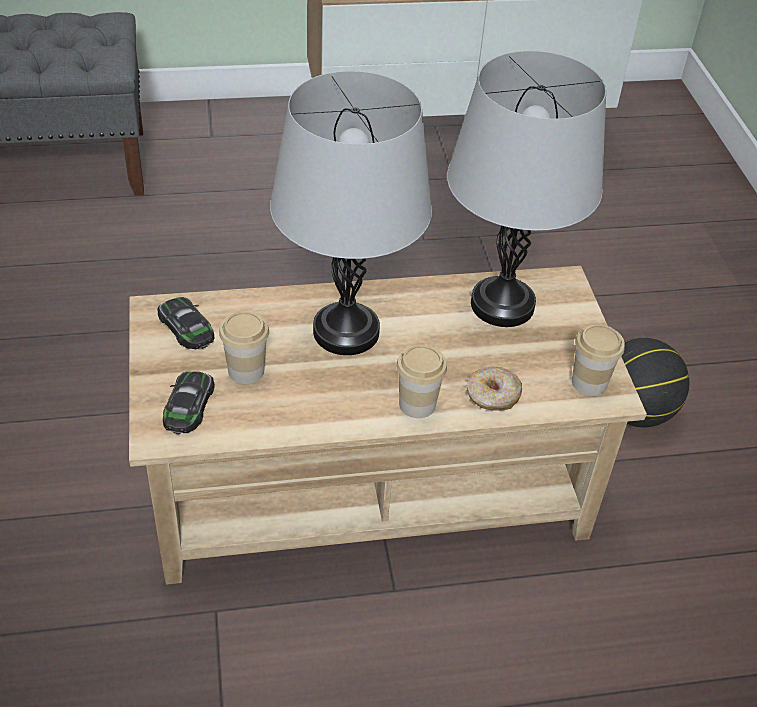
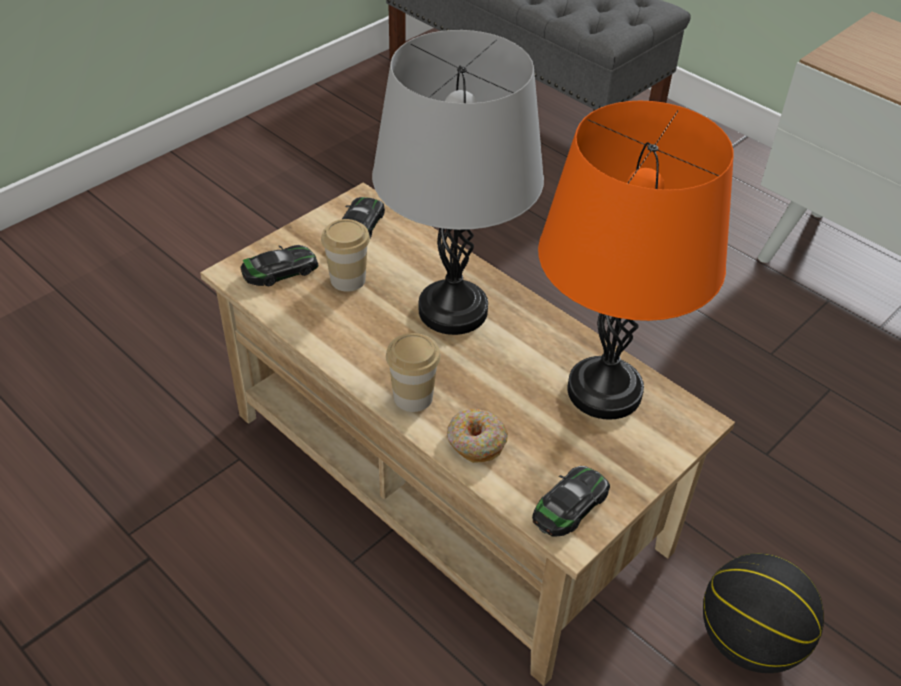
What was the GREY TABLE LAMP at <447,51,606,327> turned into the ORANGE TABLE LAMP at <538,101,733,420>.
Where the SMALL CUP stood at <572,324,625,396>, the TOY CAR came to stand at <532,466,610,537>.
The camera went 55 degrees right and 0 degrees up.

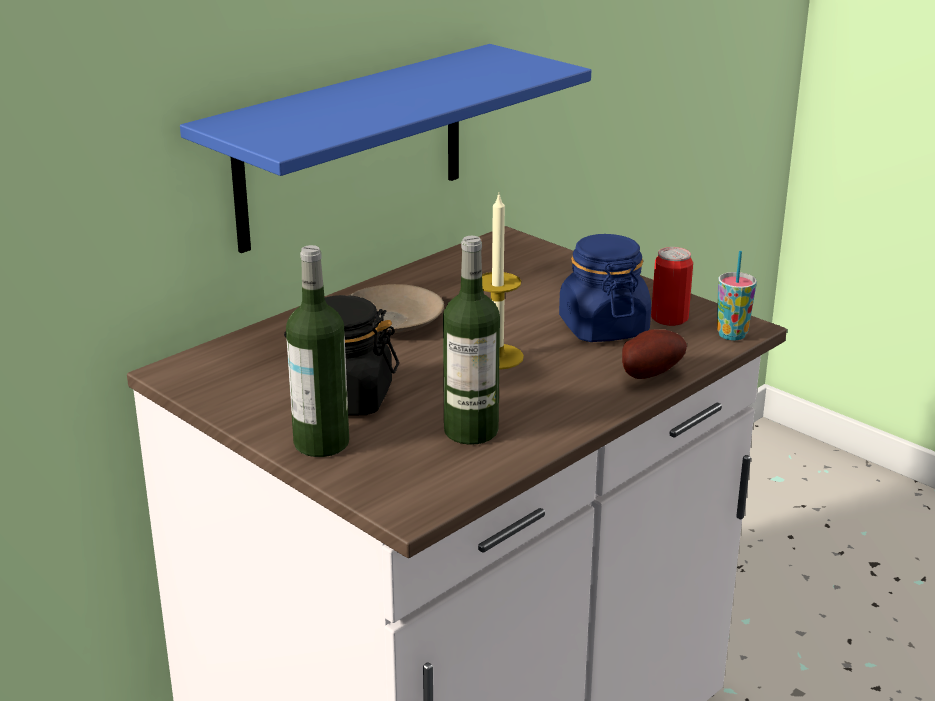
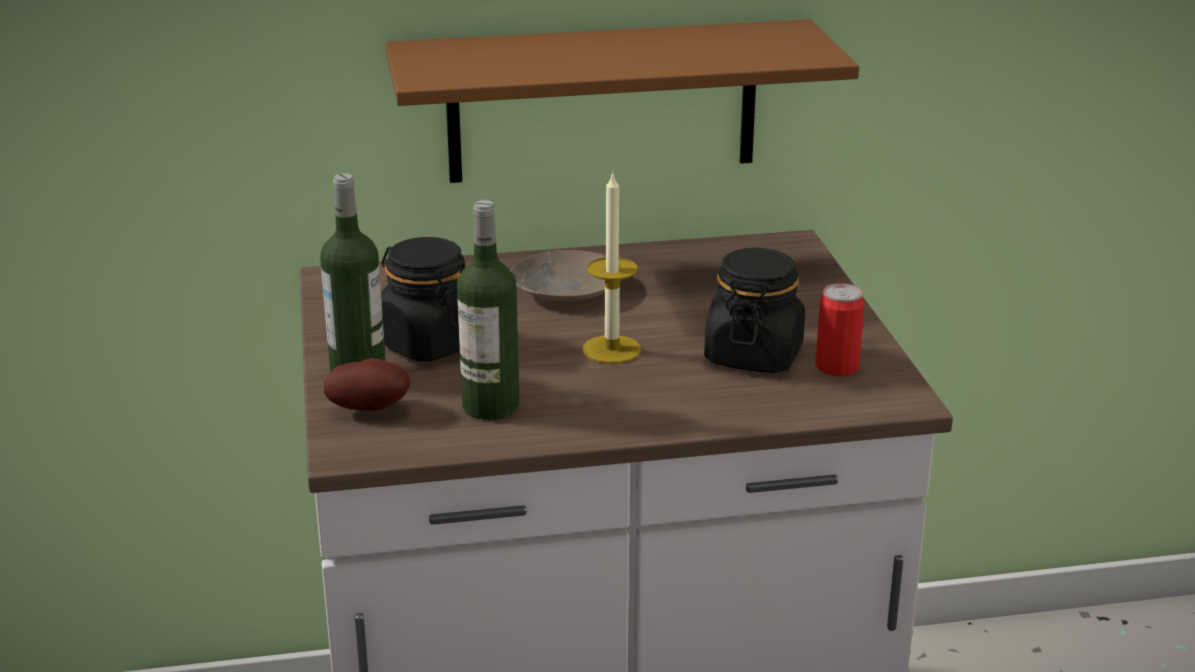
What was the BLUE-COLOURED WALL SHELF at <180,44,591,253> turned into the BROWN-COLOURED WALL SHELF at <386,20,859,183>.
What was the BLUE-COLOURED JAR at <559,234,651,342> turned into the BLACK JAR at <704,248,805,373>.
The second view lost the SMALL CUP at <717,251,757,341>.
The SPUD ended up elsewhere, having gone from <622,329,687,379> to <324,358,410,411>.
The camera went 35 degrees right and 0 degrees up.

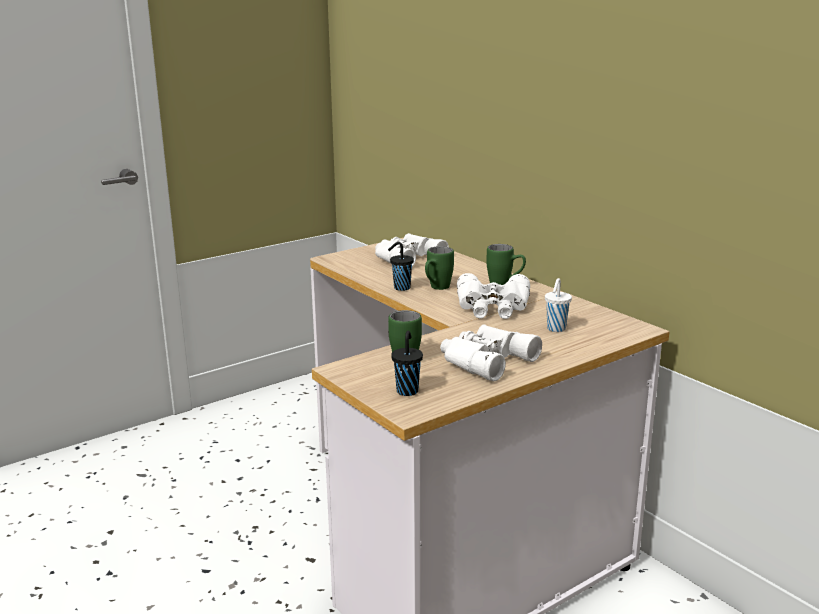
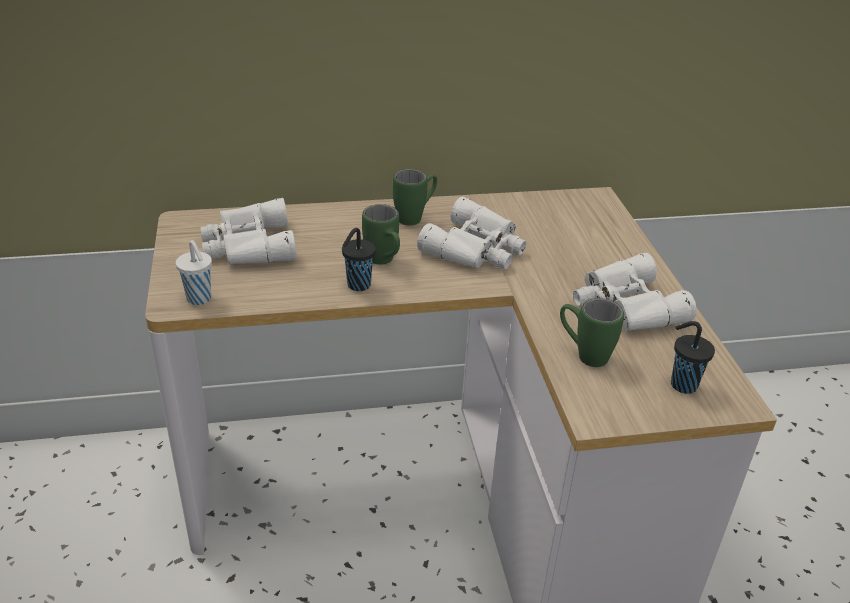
The WHITE-COLOURED SMALL CUP ended up elsewhere, having gone from <545,278,572,332> to <176,240,212,305>.
The camera went 65 degrees left and 15 degrees up.

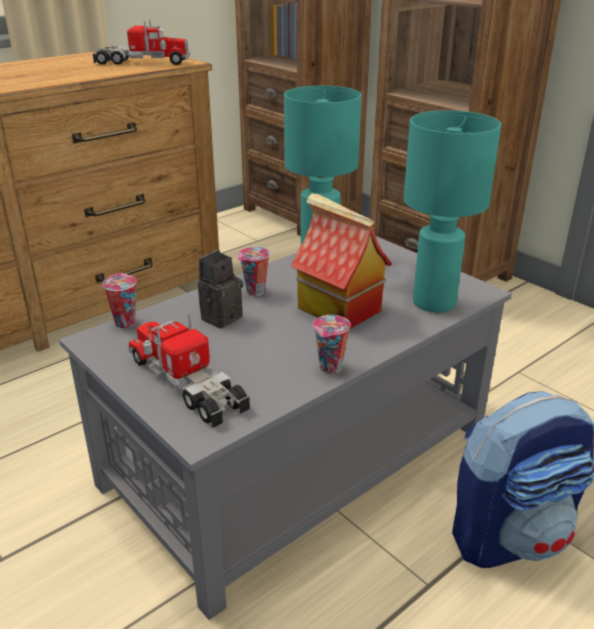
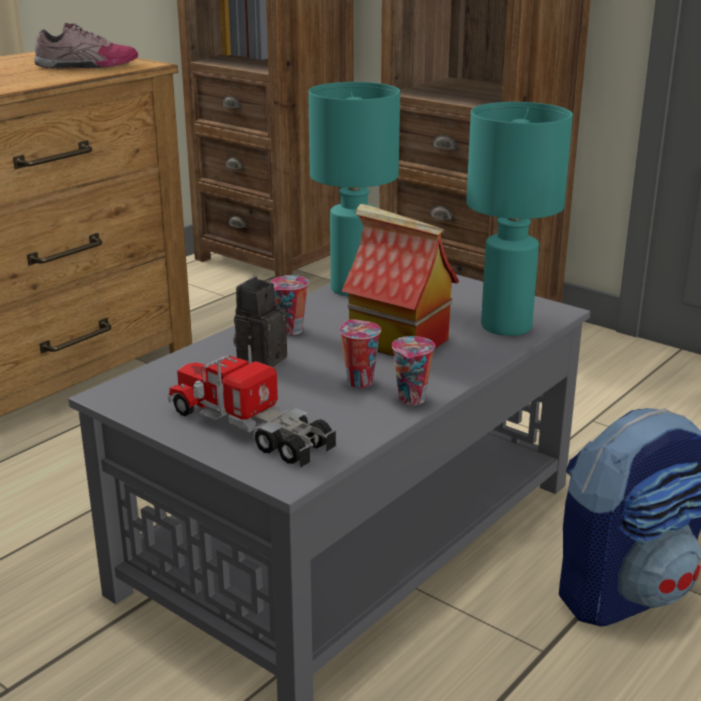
Where the TOY LORRY stood at <92,19,190,65>, the LOW SHOE came to stand at <34,23,138,69>.
The SMALL CUP ended up elsewhere, having gone from <102,273,137,328> to <339,319,381,388>.
The camera went 10 degrees left and 5 degrees down.

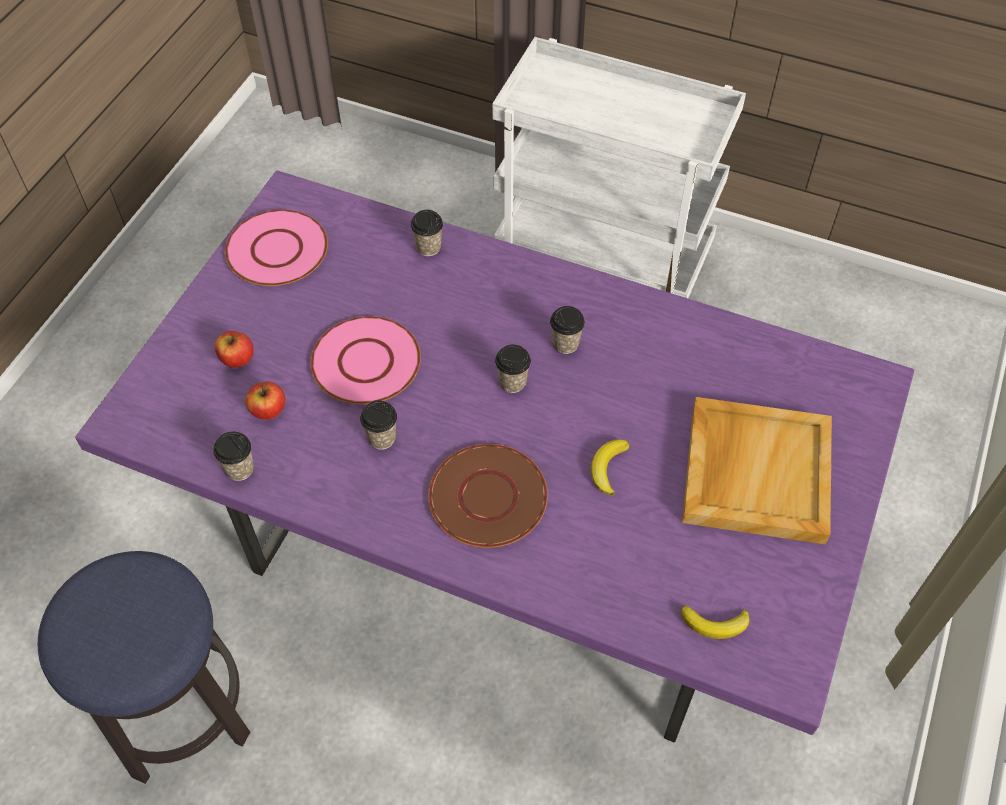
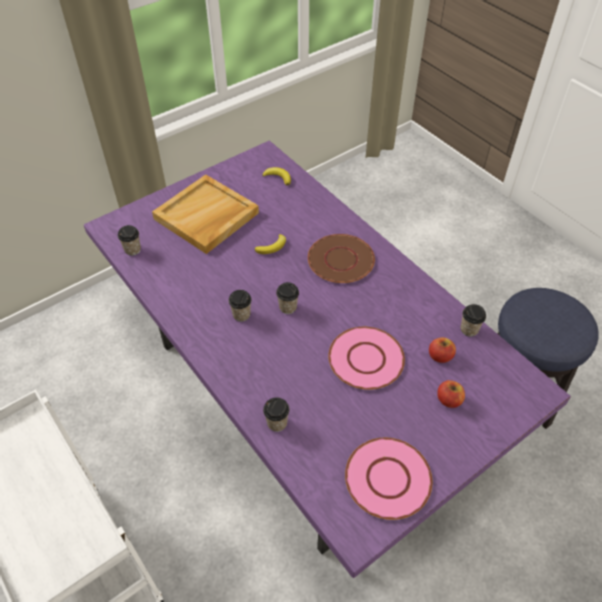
The SMALL CUP ended up elsewhere, having gone from <360,401,397,450> to <118,225,141,256>.
The camera went 150 degrees left and 5 degrees down.

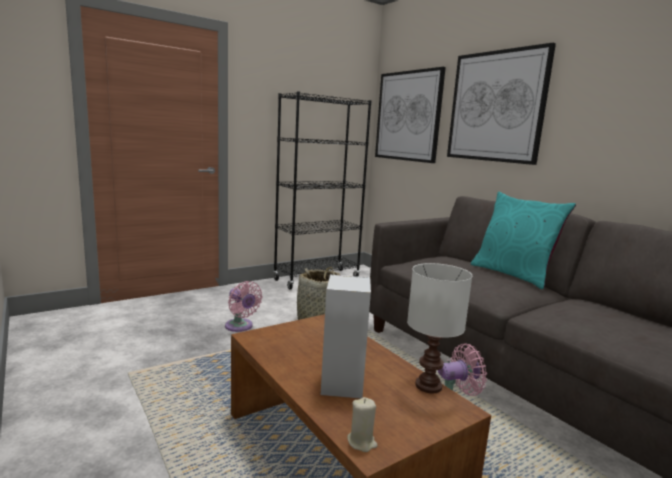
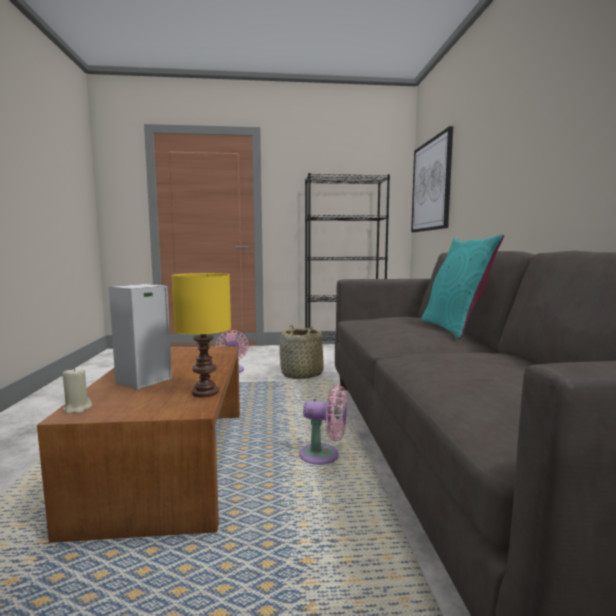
The second view lost the WALL ART at <447,43,556,165>.
What was the WHITE-COLOURED TABLE LAMP at <407,263,472,394> turned into the YELLOW-COLOURED TABLE LAMP at <171,273,231,397>.
The camera went 30 degrees right and 5 degrees down.

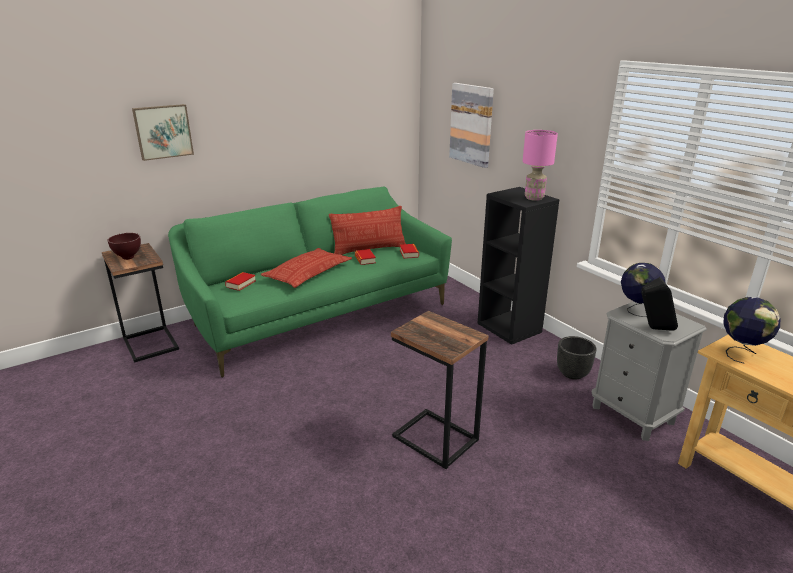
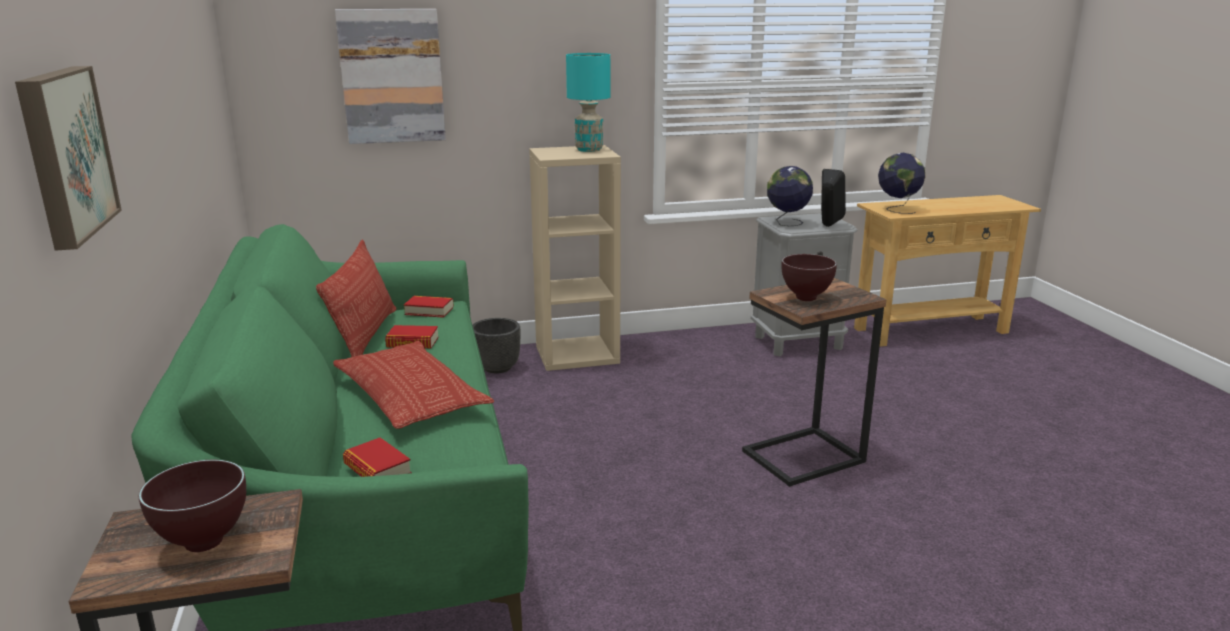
What was the PINKISH TABLE LAMP at <523,130,558,201> turned into the BLUE-GREEN TABLE LAMP at <566,53,610,152>.
What was the BLACK BOOKCASE at <477,187,559,345> turned into the BEIGE-COLOURED BOOKCASE at <529,145,621,371>.
The BLACK FLOWER POT ended up elsewhere, having gone from <557,336,597,380> to <473,318,520,373>.
The second view gained the BROWN-COLOURED DEEP DISH at <782,254,837,301>.
The camera went 70 degrees left and 5 degrees down.

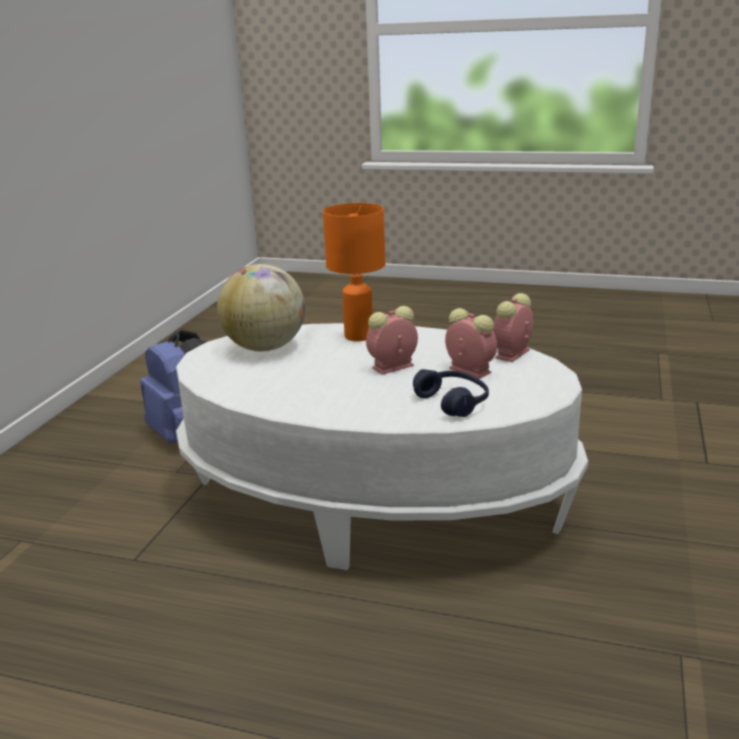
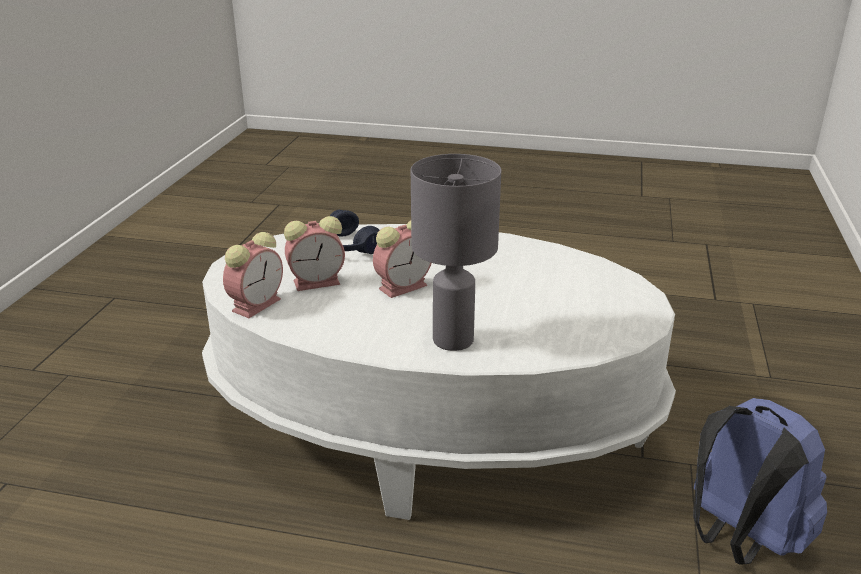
What was the ORANGE TABLE LAMP at <323,203,385,341> turned into the GREY TABLE LAMP at <411,154,501,351>.
The second view lost the WORLD GLOBE at <217,264,305,351>.
The BEDSIDE CLOCK at <445,308,497,379> ended up facing another way, 60 degrees counterclockwise from before.
The camera went 175 degrees right and 5 degrees up.

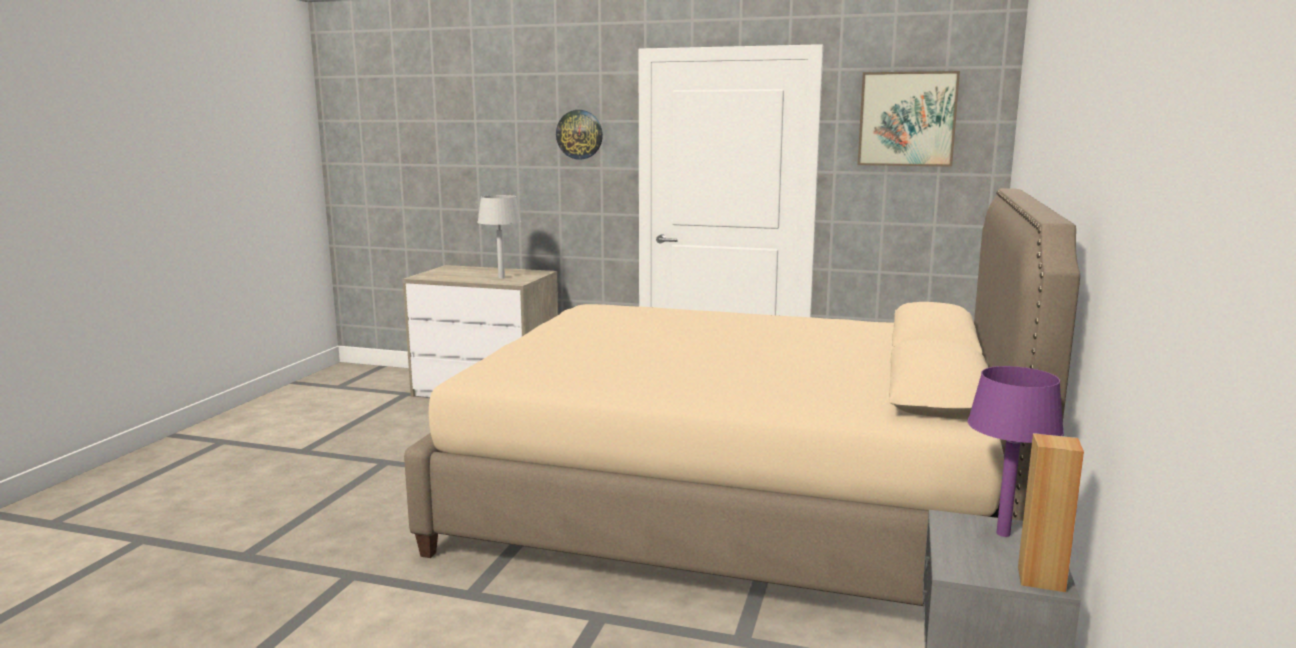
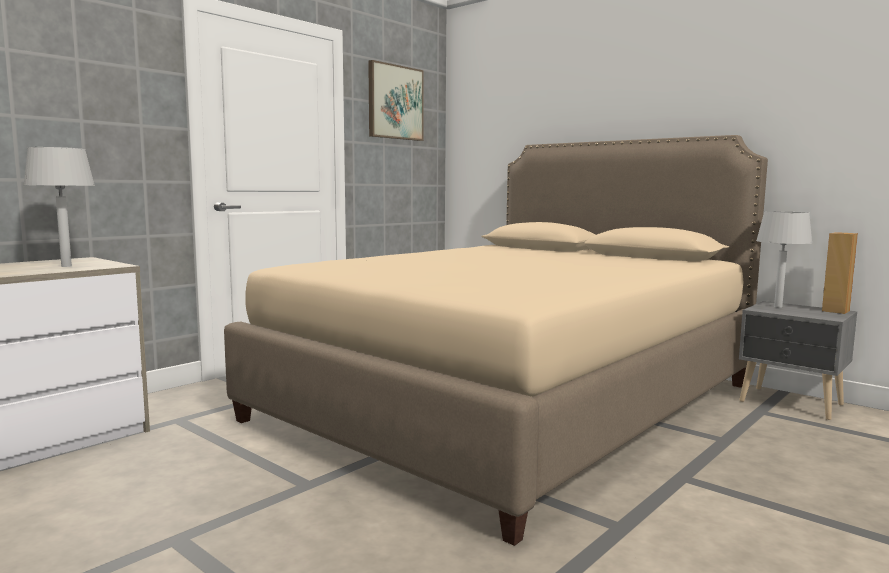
The second view lost the HANGING CLOCK at <556,110,603,159>.
What was the PURPLISH TABLE LAMP at <967,366,1064,537> turned into the GREY TABLE LAMP at <756,212,813,308>.
The camera went 65 degrees left and 5 degrees down.

